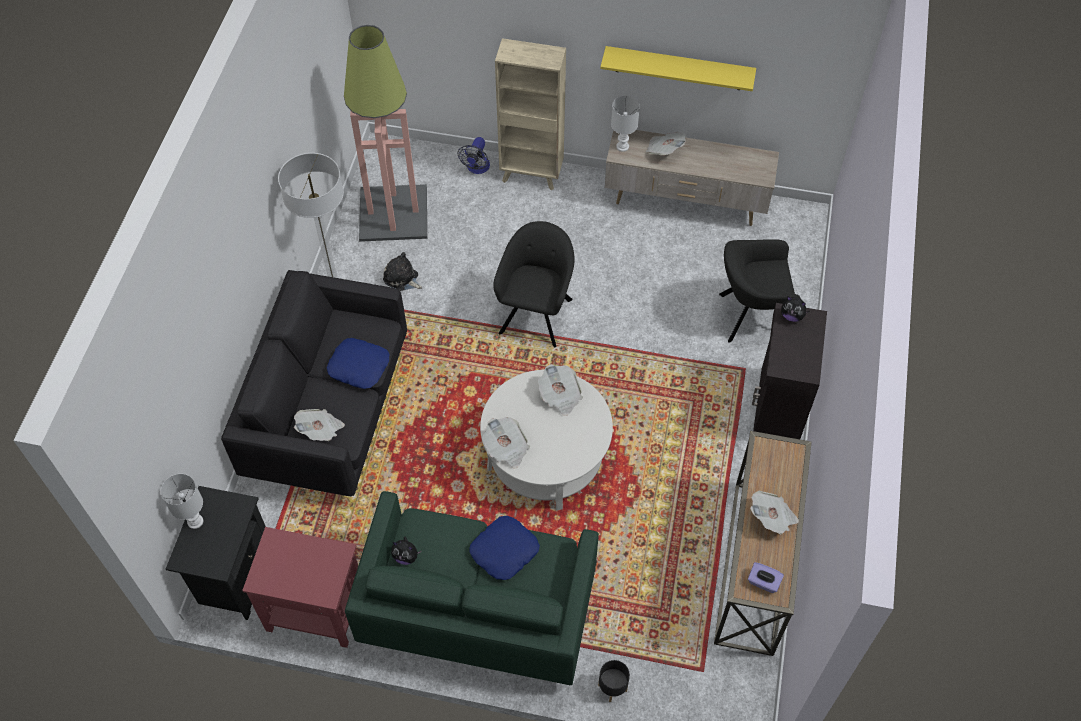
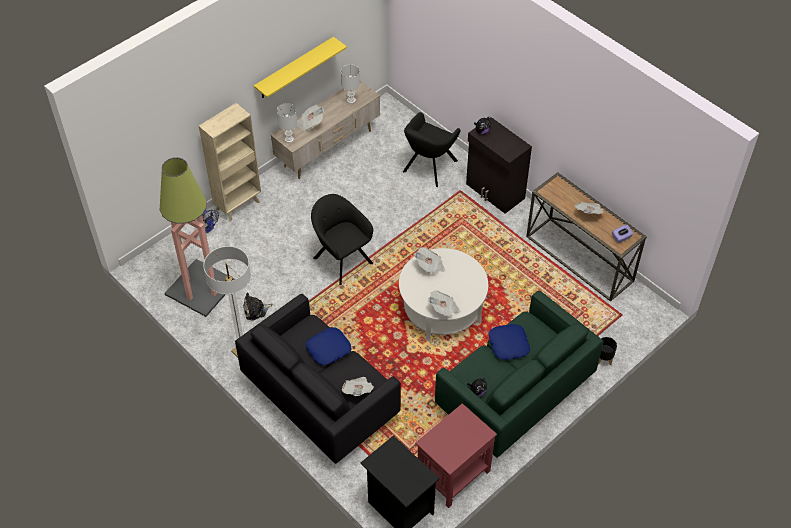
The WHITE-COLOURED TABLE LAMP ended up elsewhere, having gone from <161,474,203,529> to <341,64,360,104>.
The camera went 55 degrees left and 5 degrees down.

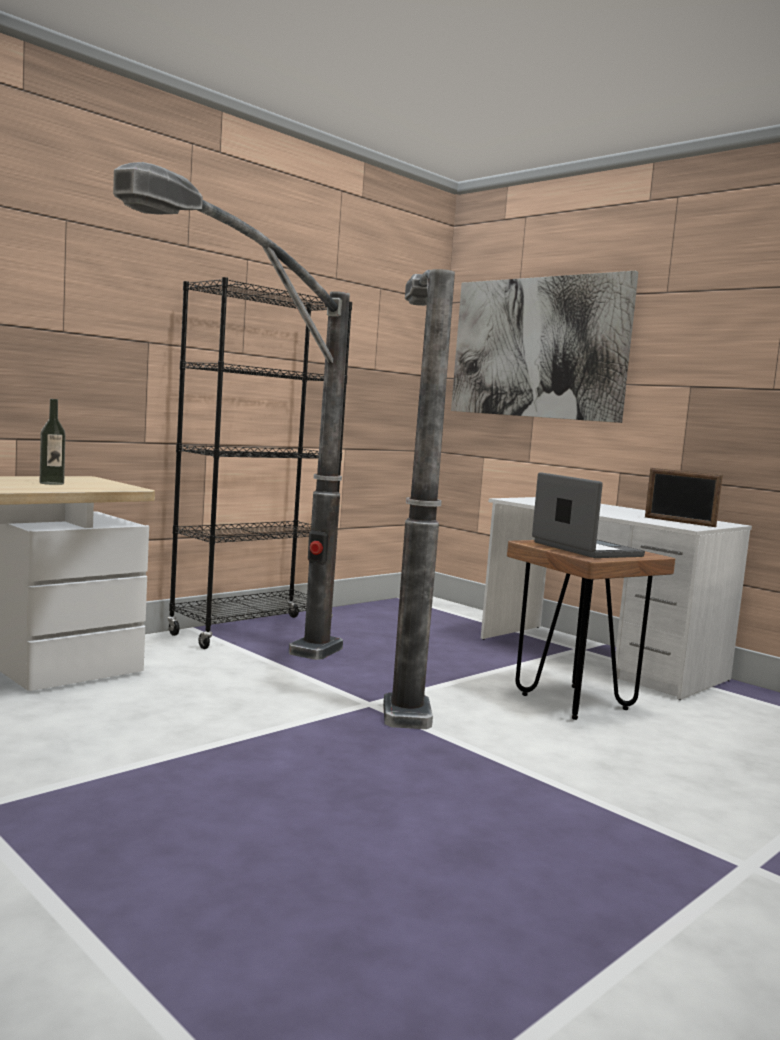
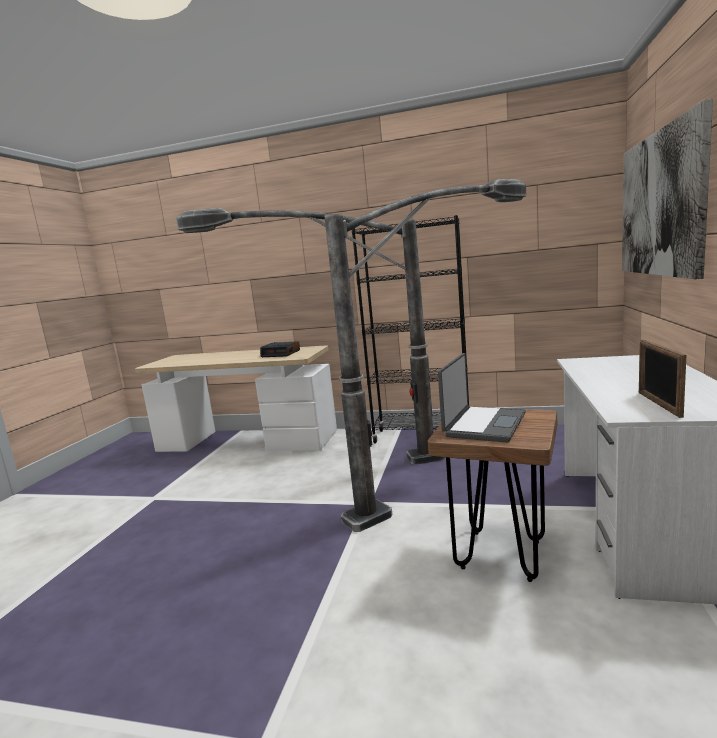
Where the DRINK BOTTLE stood at <40,399,66,485>, the BEDSIDE CLOCK came to stand at <260,341,300,357>.
The camera went 60 degrees right and 5 degrees up.

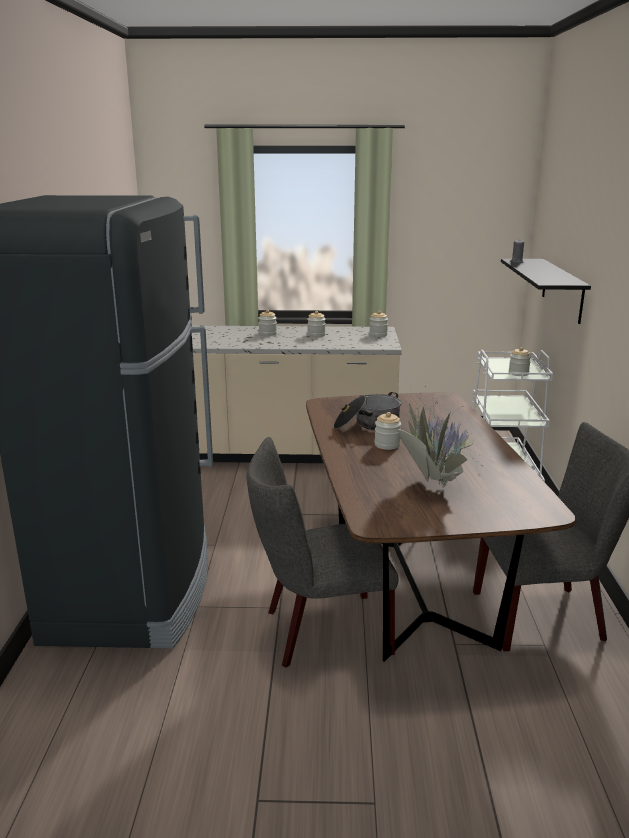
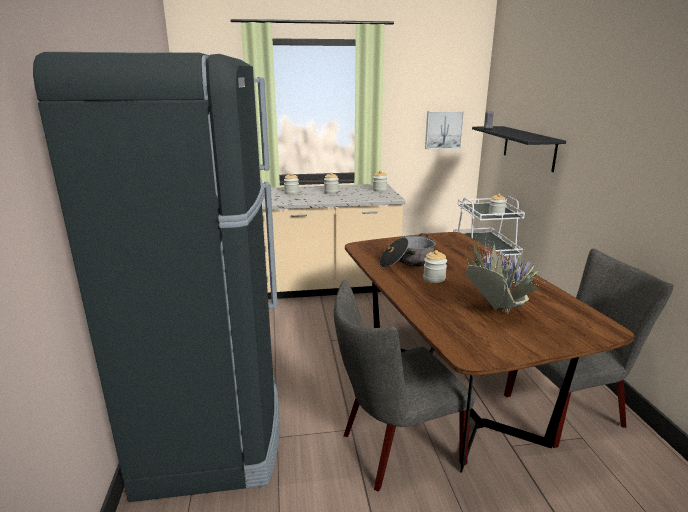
The second view gained the WALL ART at <425,111,464,149>.
The camera went 10 degrees left and 0 degrees up.

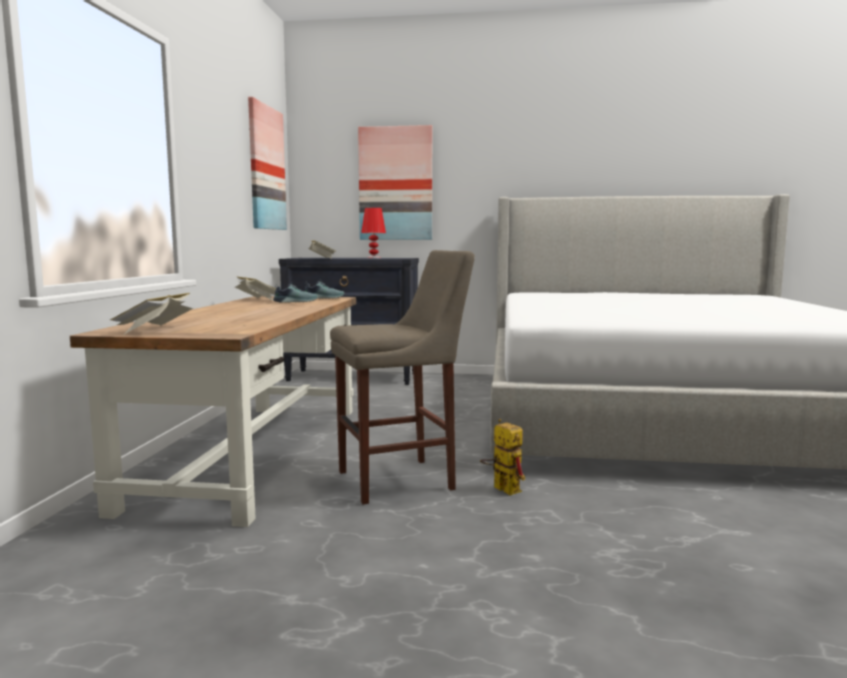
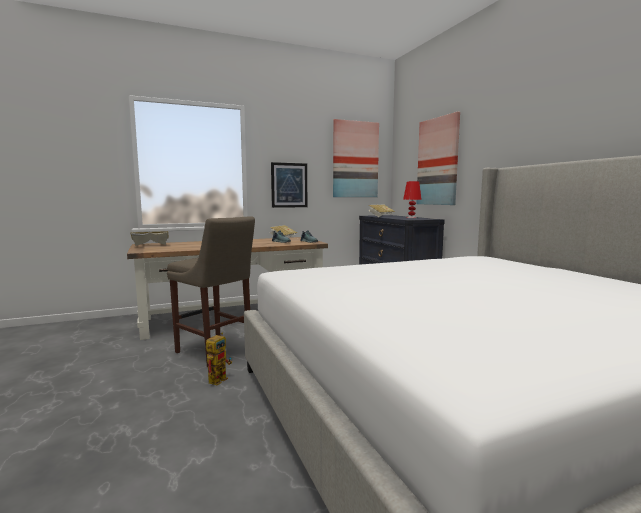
The second view gained the WALL ART at <271,162,307,208>.
The camera went 60 degrees right and 0 degrees up.

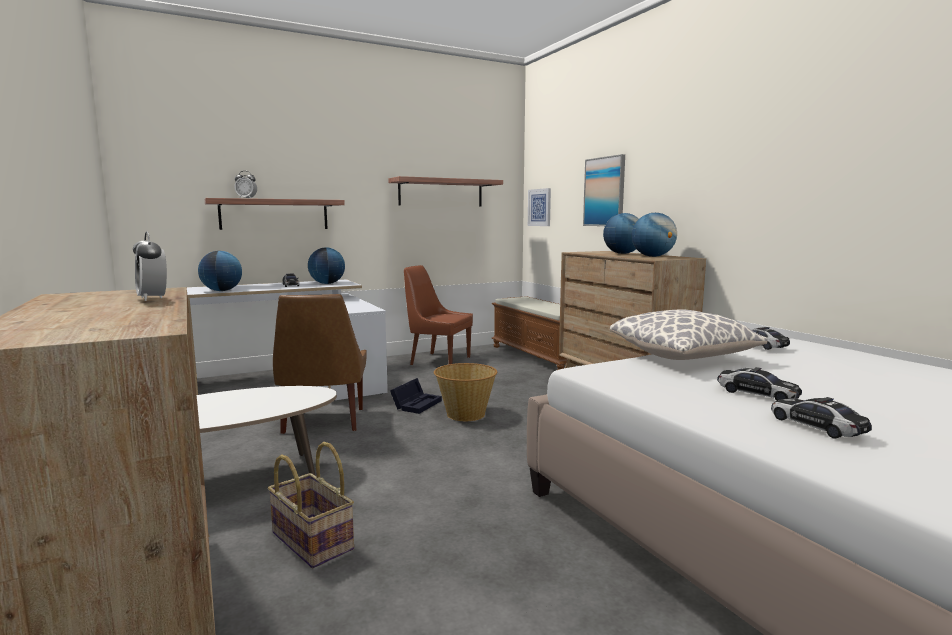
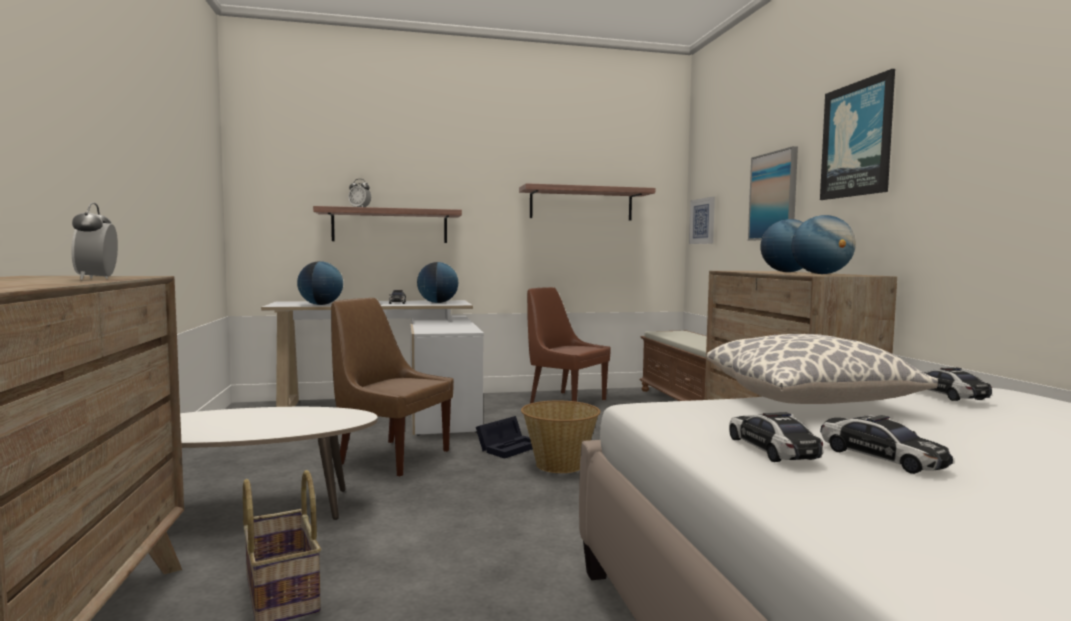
The BROWN-COLOURED PLAIN CHAIR at <273,294,367,434> ended up facing another way, 105 degrees clockwise from before.
The TOY CAR ended up elsewhere, having gone from <771,397,872,439> to <729,412,823,462>.
The second view gained the WALL ART at <820,69,895,200>.
The camera went 15 degrees right and 5 degrees down.

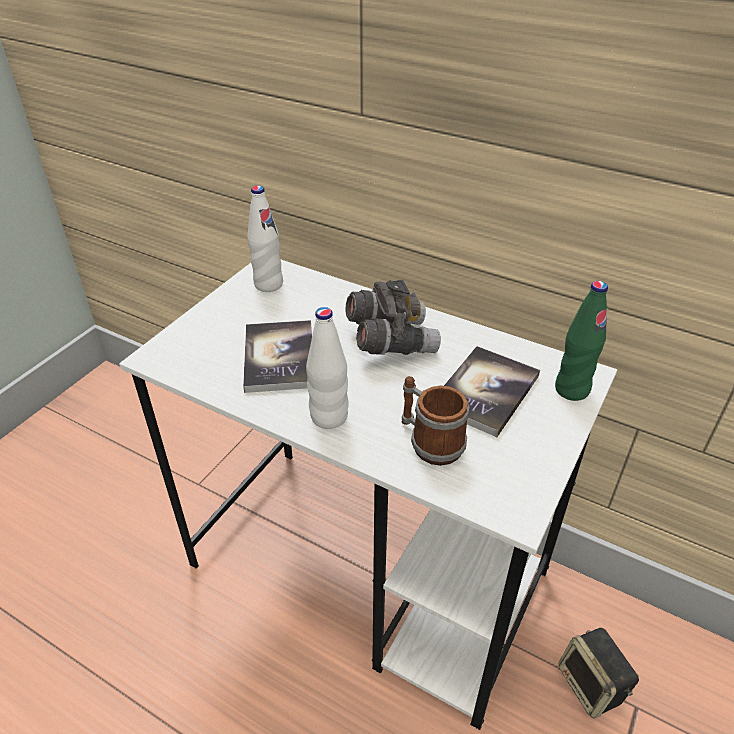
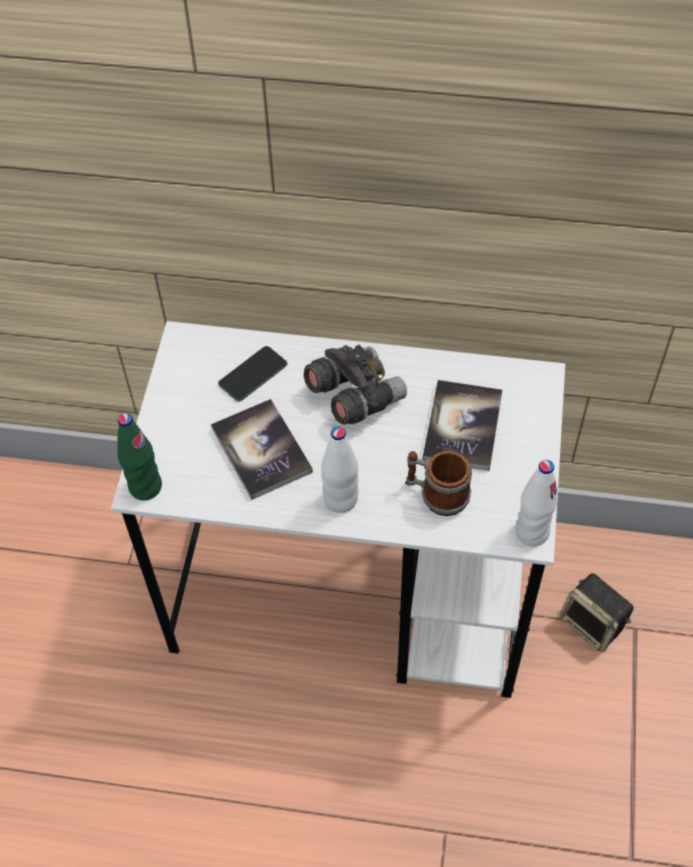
The WHITE-COLOURED DRINK BOTTLE ended up elsewhere, having gone from <248,186,283,292> to <516,460,558,546>.
The GREENISH DRINK BOTTLE ended up elsewhere, having gone from <555,281,608,401> to <117,413,162,500>.
The second view gained the TELEPHONE at <218,346,287,402>.
The camera went 20 degrees left and 15 degrees up.

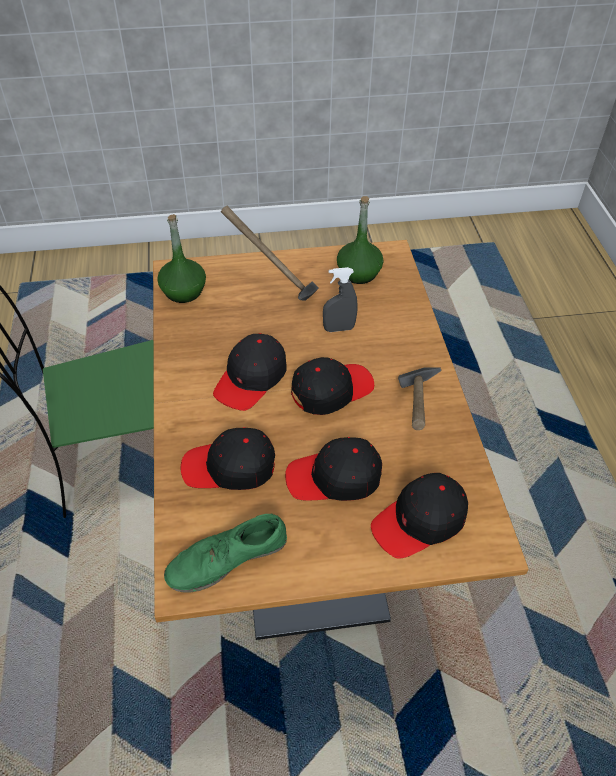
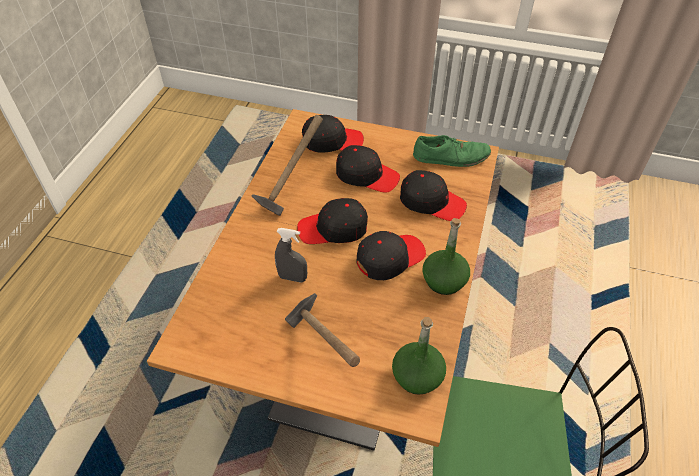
The GREENISH DRINK BOTTLE ended up elsewhere, having gone from <337,196,383,284> to <422,218,470,295>.
The camera went 155 degrees left and 0 degrees up.

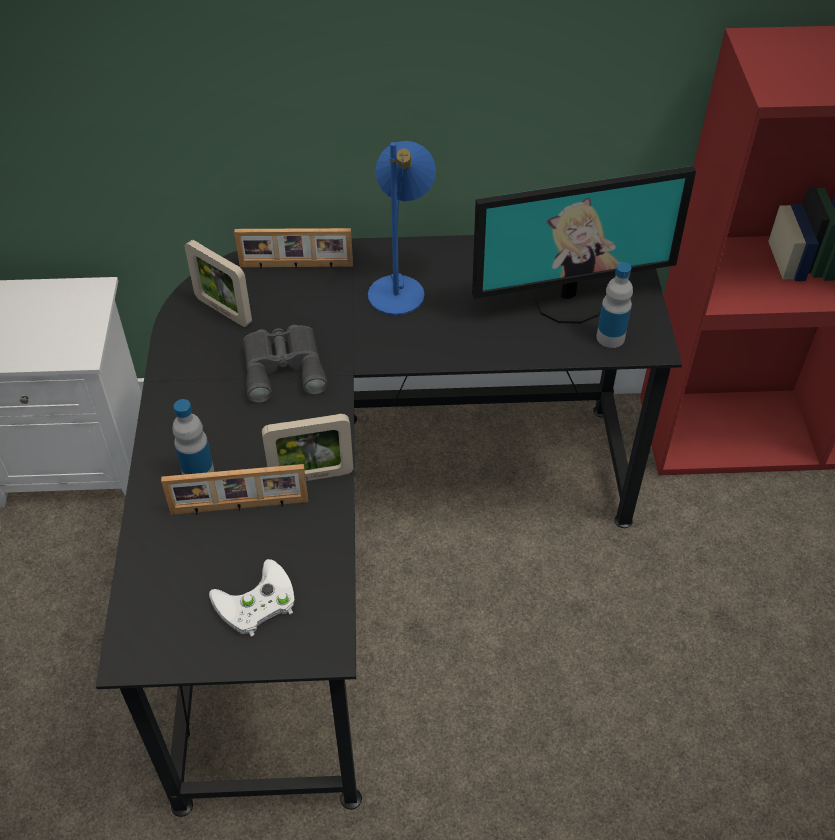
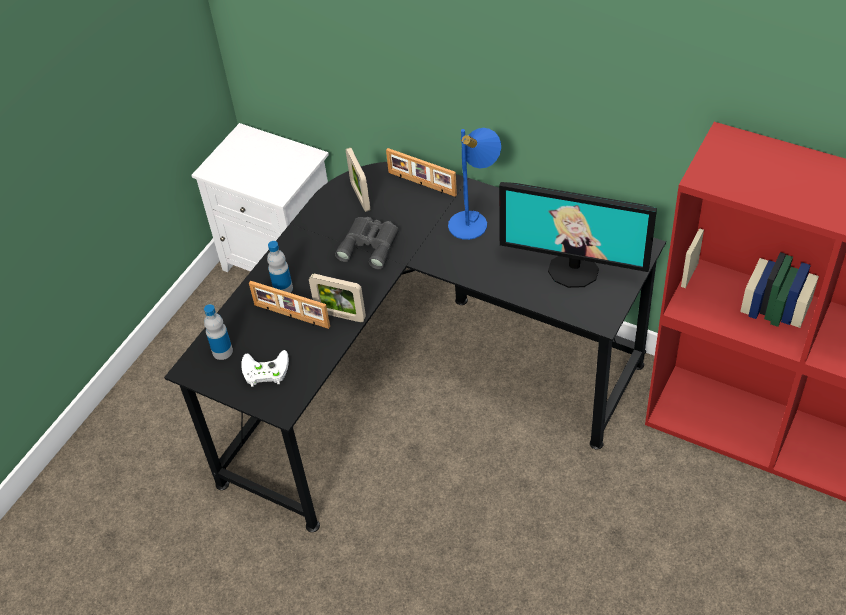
The DRINK BOTTLE ended up elsewhere, having gone from <596,262,633,348> to <204,304,233,360>.
The camera went 35 degrees right and 0 degrees up.

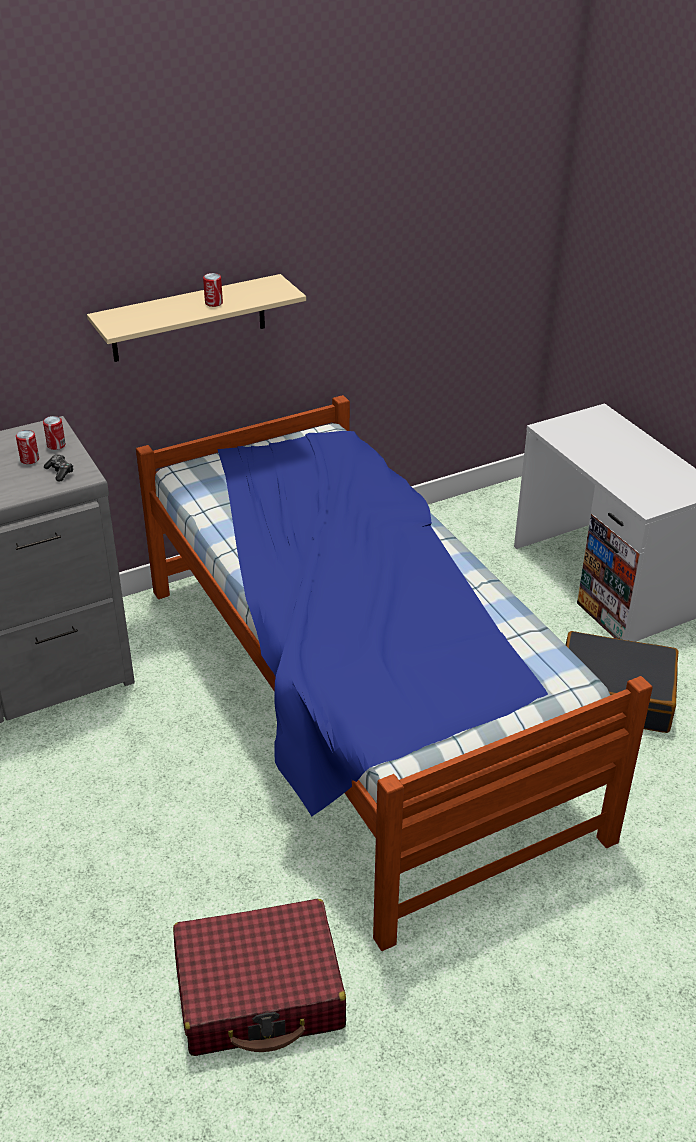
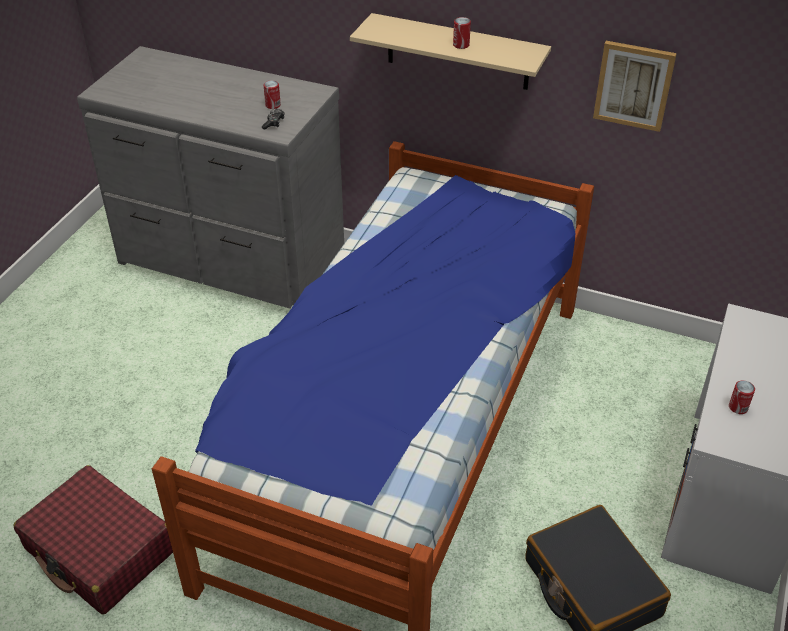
The METAL CAN ended up elsewhere, having gone from <43,416,66,450> to <729,381,755,414>.
The second view gained the WALL ART at <593,41,677,132>.
The camera went 50 degrees right and 5 degrees up.

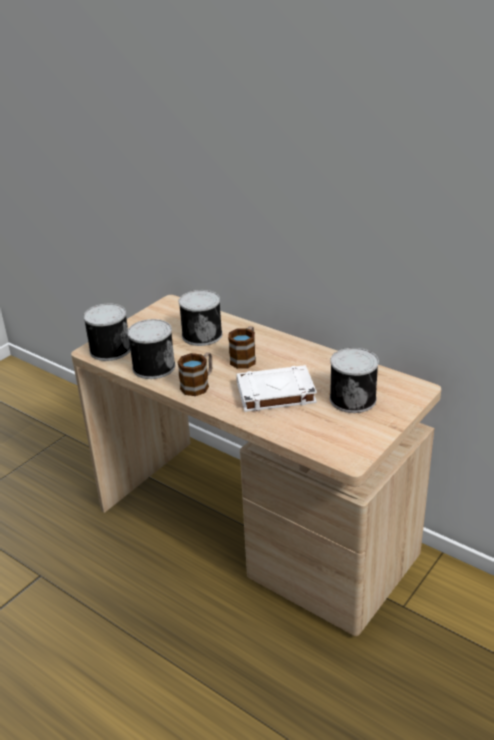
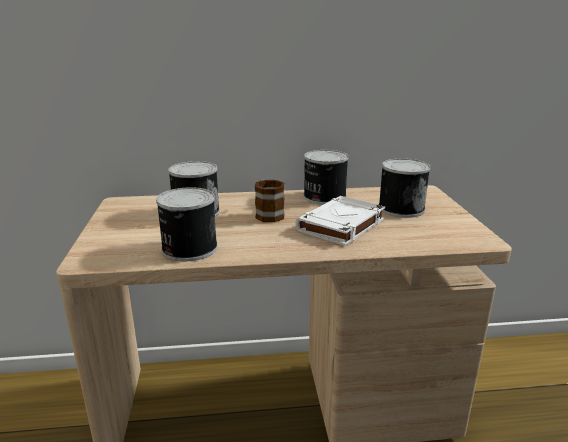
The METAL CAN ended up elsewhere, having gone from <83,304,130,361> to <303,150,349,205>.
The second view lost the MUG at <177,352,212,396>.
The camera went 45 degrees left and 10 degrees down.

